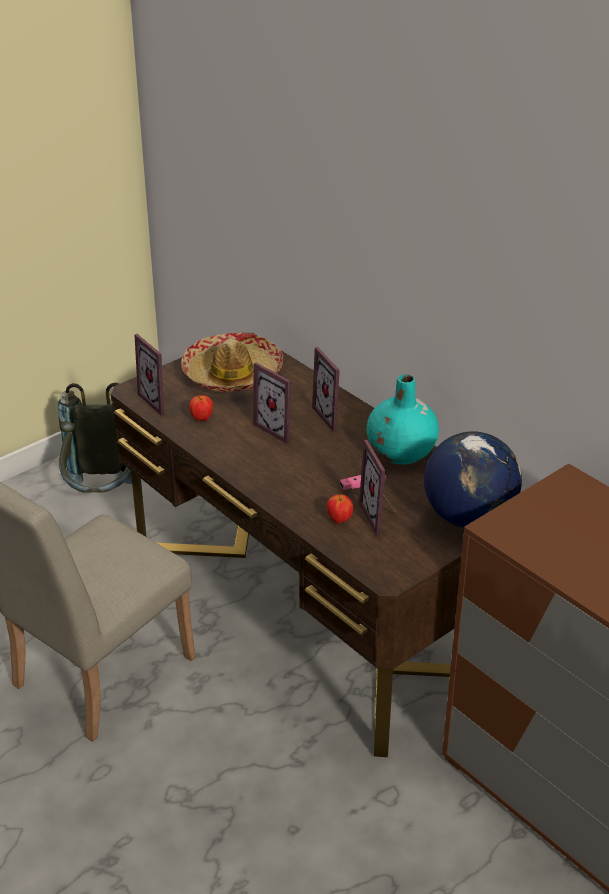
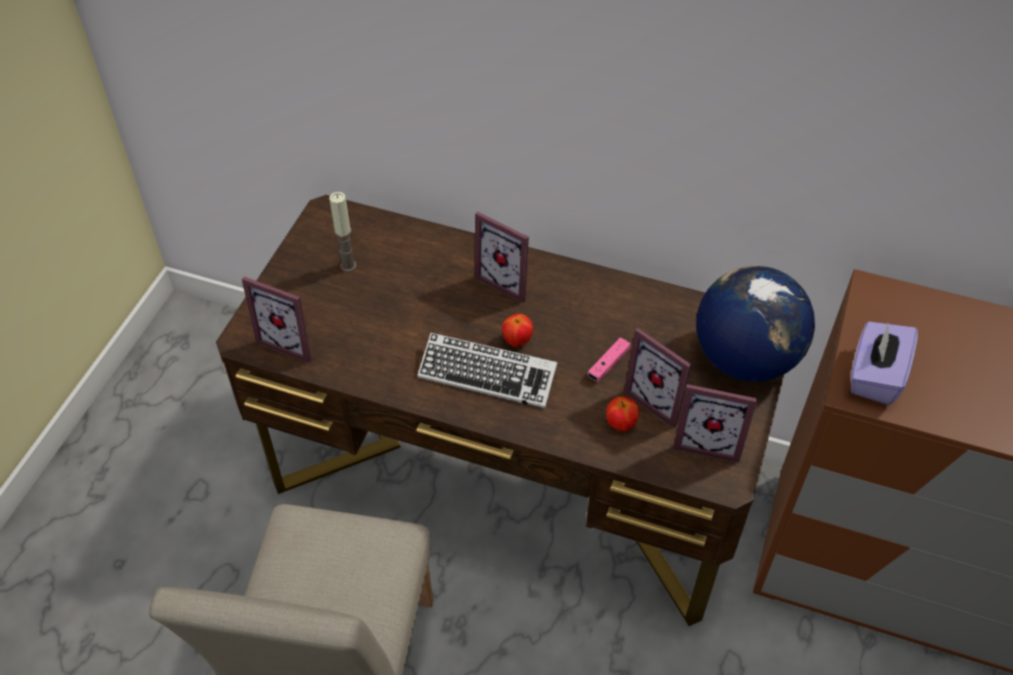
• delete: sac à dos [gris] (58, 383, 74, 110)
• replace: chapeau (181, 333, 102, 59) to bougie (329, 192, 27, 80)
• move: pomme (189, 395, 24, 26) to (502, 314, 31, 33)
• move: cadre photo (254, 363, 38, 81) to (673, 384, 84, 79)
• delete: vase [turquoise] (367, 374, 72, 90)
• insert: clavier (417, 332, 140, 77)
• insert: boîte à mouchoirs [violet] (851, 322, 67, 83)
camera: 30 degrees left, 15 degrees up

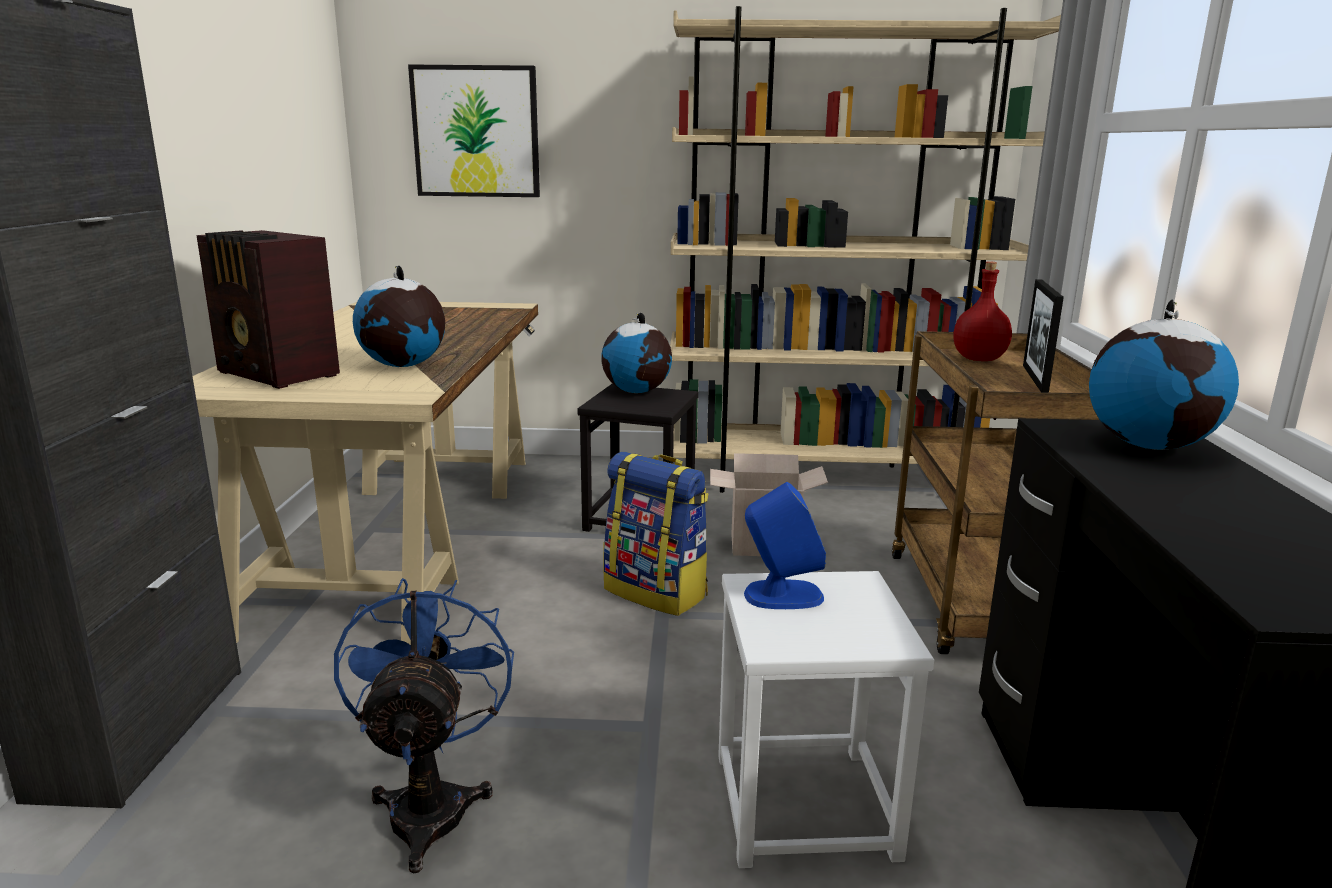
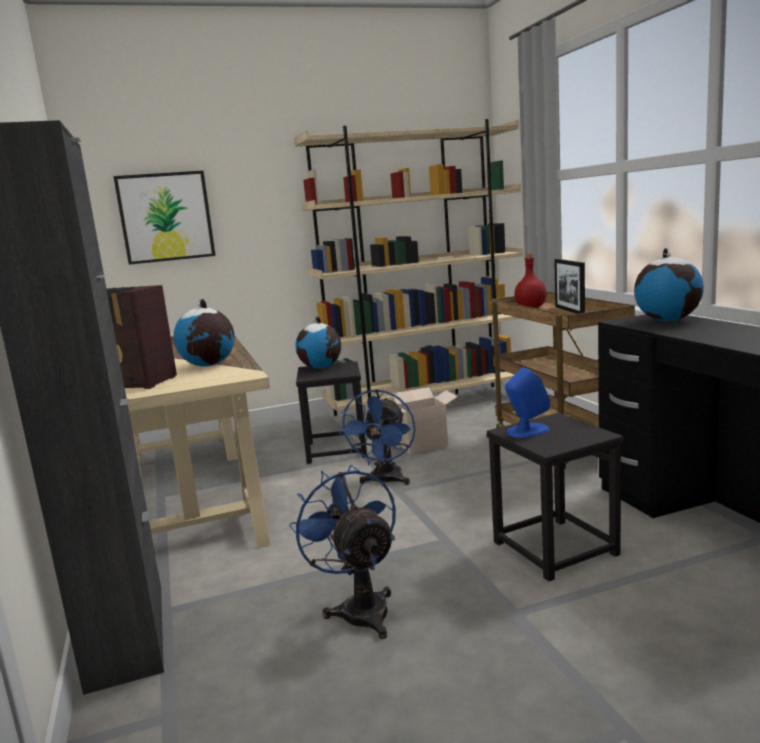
• replace: sac à dos (603, 452, 106, 164) to ventilateur [bleu] (339, 389, 77, 96)
• recolor: tabouret [blanc] (718, 571, 216, 297) to tabouret [noir] (487, 413, 136, 168)
camera: 20 degrees left, 5 degrees down

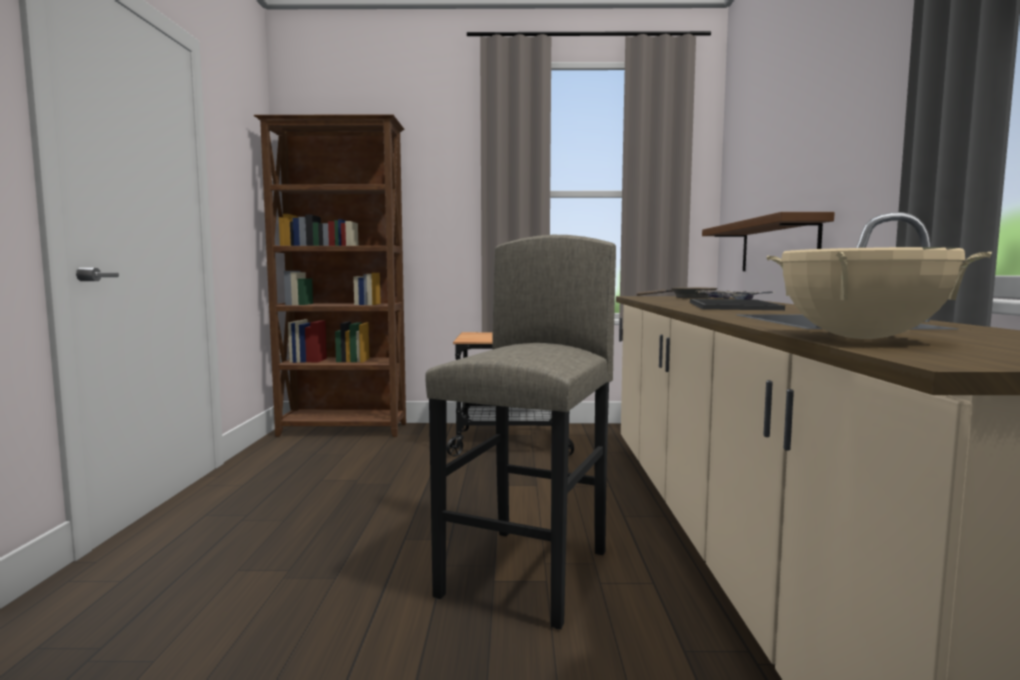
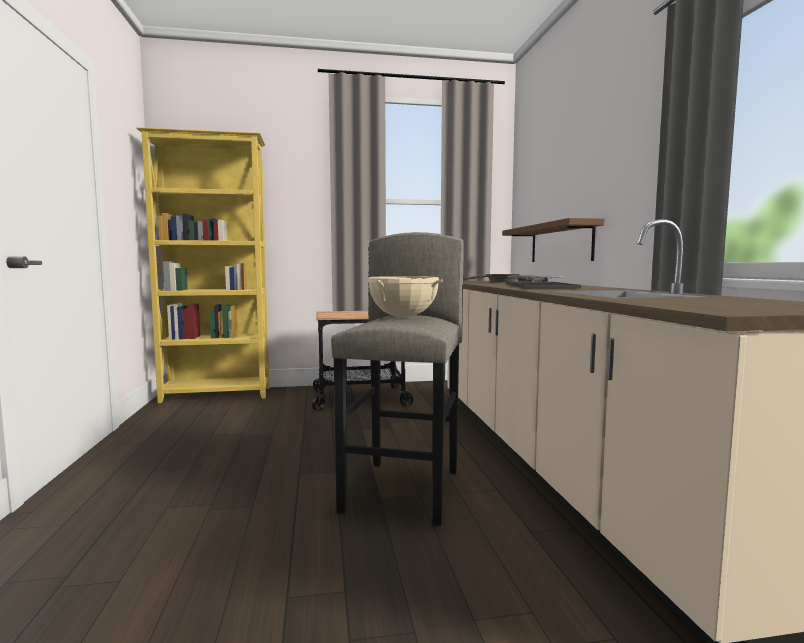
• recolor: bibliothèque [marron] (254, 114, 152, 323) to bibliothèque [jaune] (136, 127, 134, 276)
• move: marmite [beige] (766, 247, 226, 92) to (368, 276, 75, 42)
camera: 10 degrees left, 0 degrees up

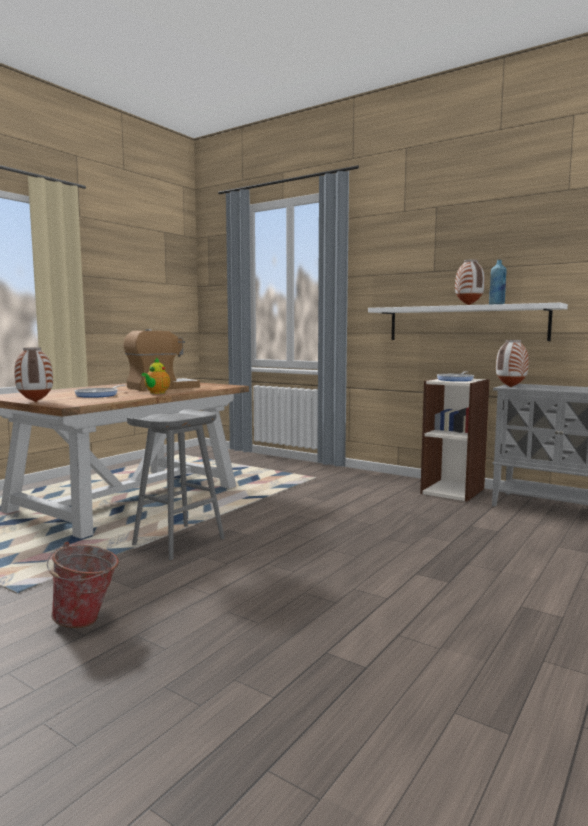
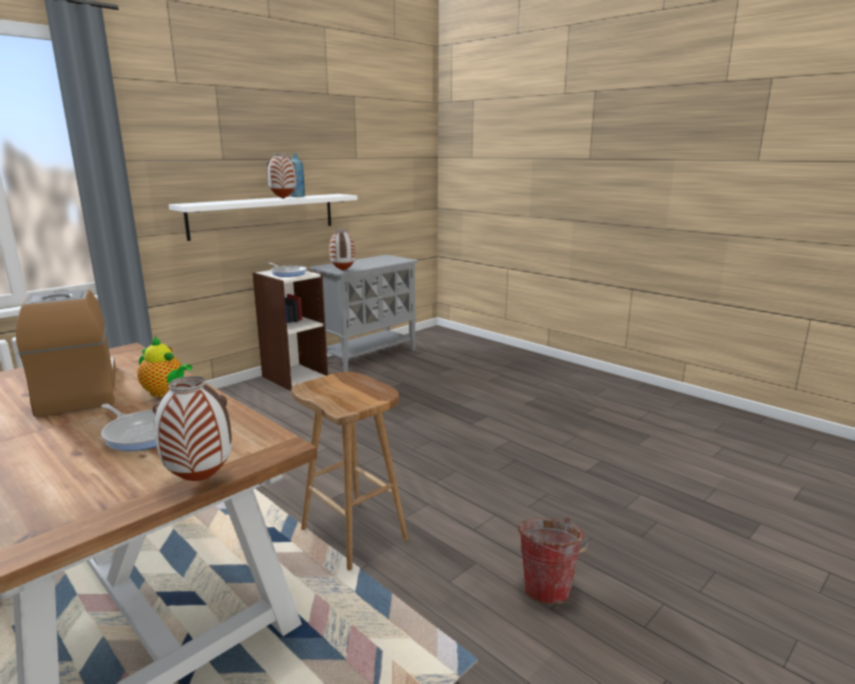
• recolor: tabouret [gris] (127, 409, 98, 151) to tabouret [marron] (292, 372, 116, 199)
camera: 80 degrees left, 10 degrees up

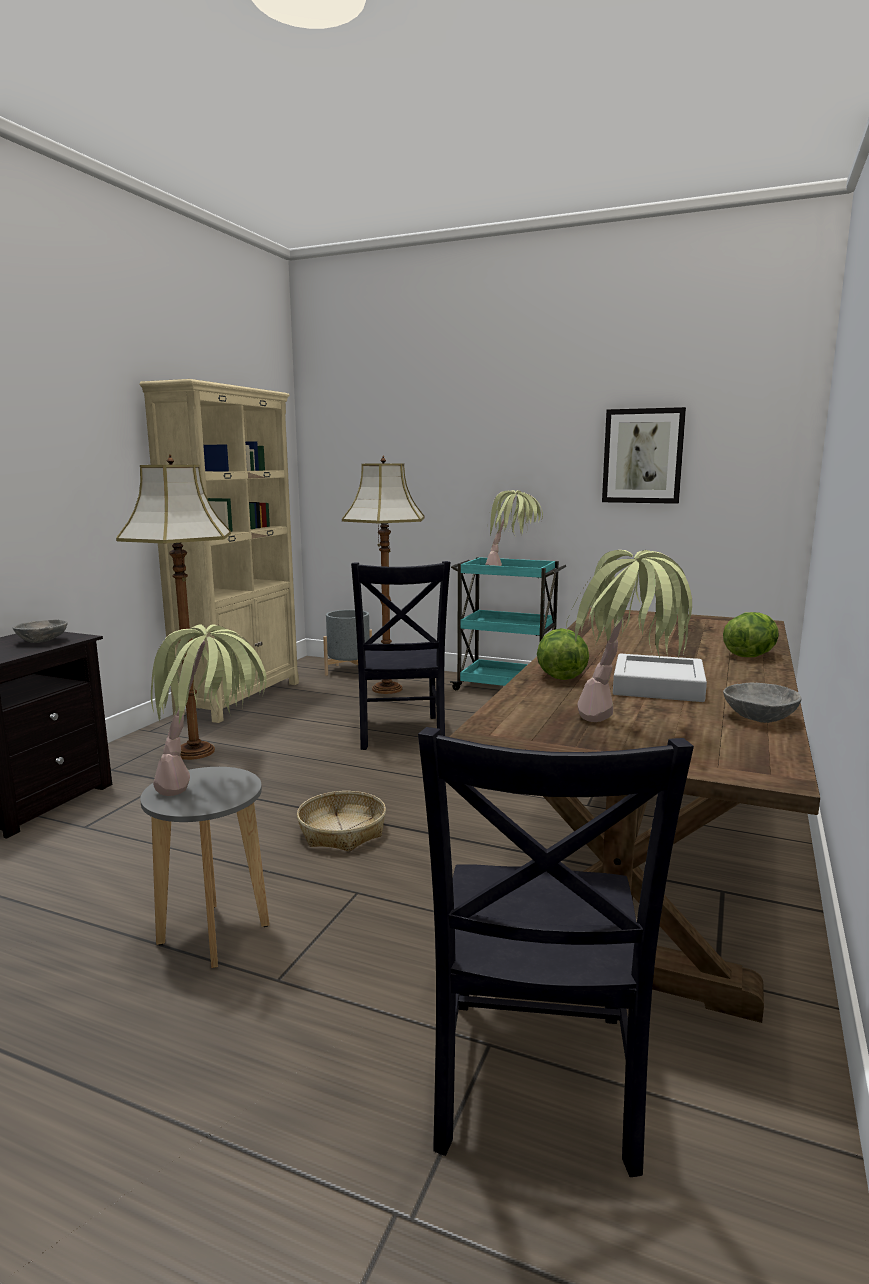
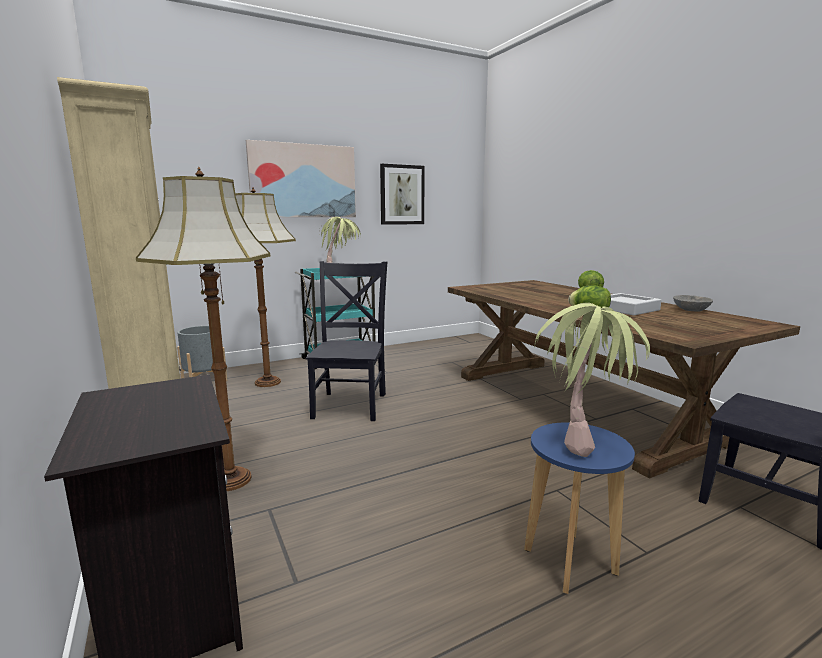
• delete: bol [gris] (13, 620, 55, 23)
• recolor: tabouret [gris] (140, 767, 130, 201) to tabouret [bleu] (524, 422, 111, 172)
• delete: panier (297, 791, 89, 61)
• rotate: chaise [noir] (351, 561, 99, 189) = (306, 261, 81, 160) 120 degrees counterclockwise
• delete: plante en pot (566, 550, 126, 172)
• insert: tableau (246, 140, 110, 77)
camera: 50 degrees left, 0 degrees up

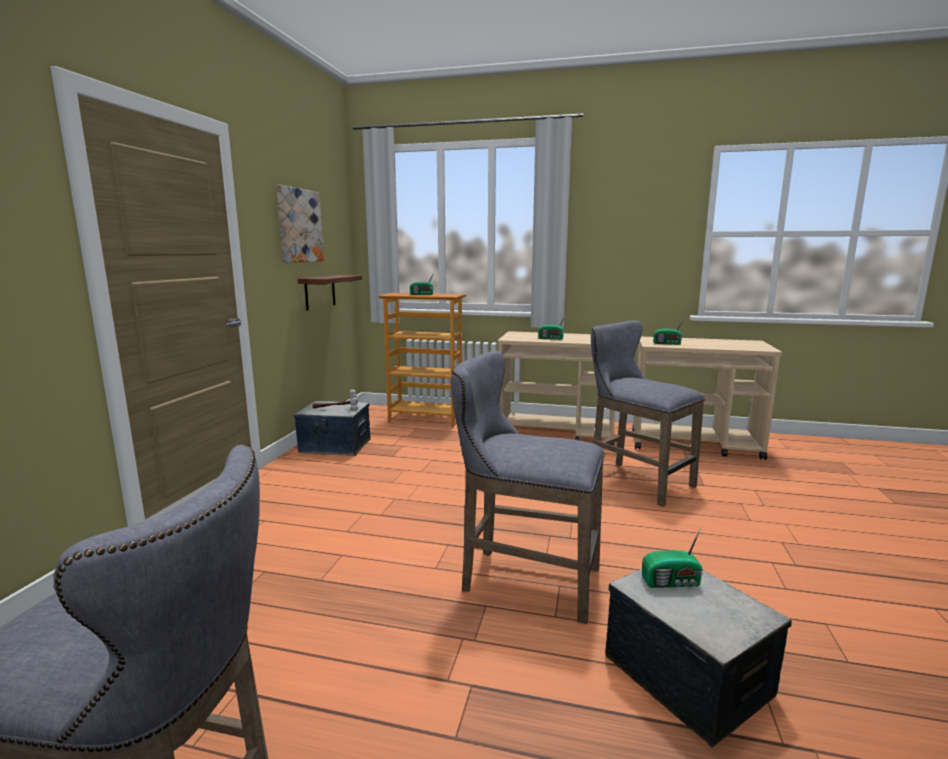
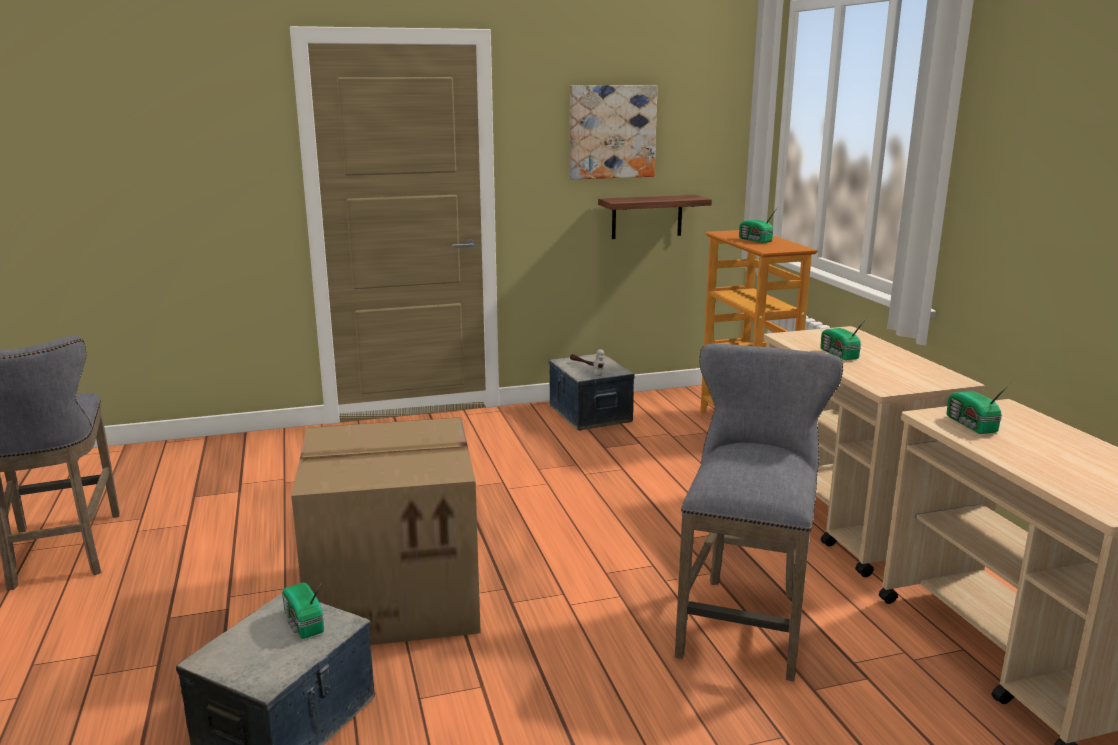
• replace: tabouret [gris] (451, 351, 154, 273) to carton (291, 417, 190, 228)
camera: 60 degrees right, 5 degrees up

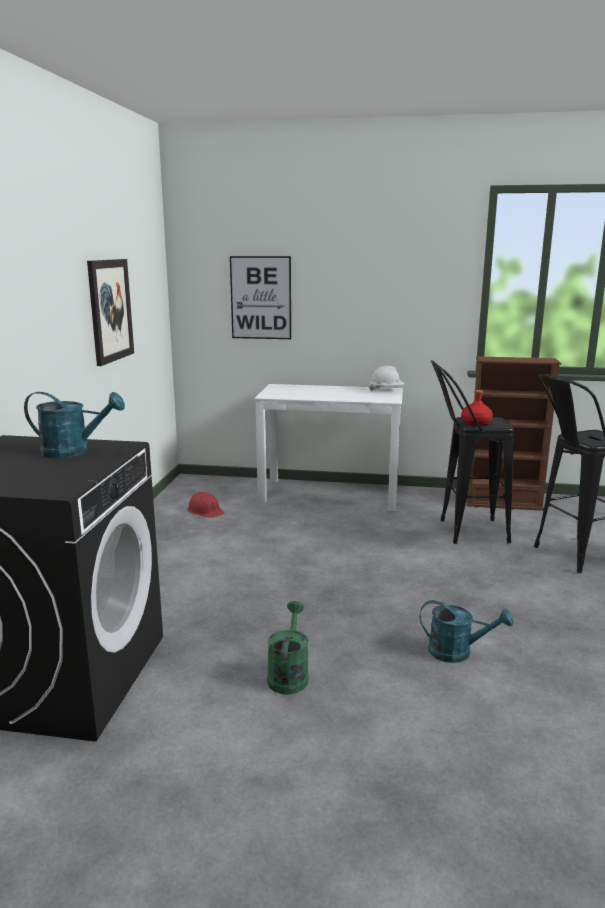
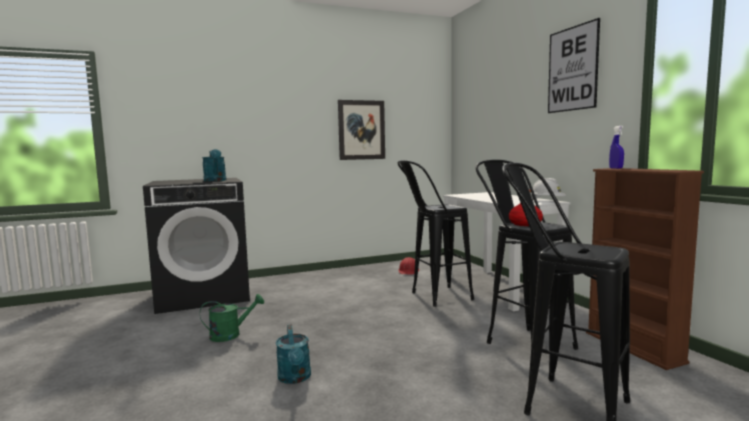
• move: tableau (230, 256, 61, 83) to (548, 18, 52, 95)
• insert: tabouret [noir] (397, 160, 77, 147)
• insert: vaporisateur [bleu] (609, 126, 15, 43)
camera: 60 degrees right, 10 degrees down

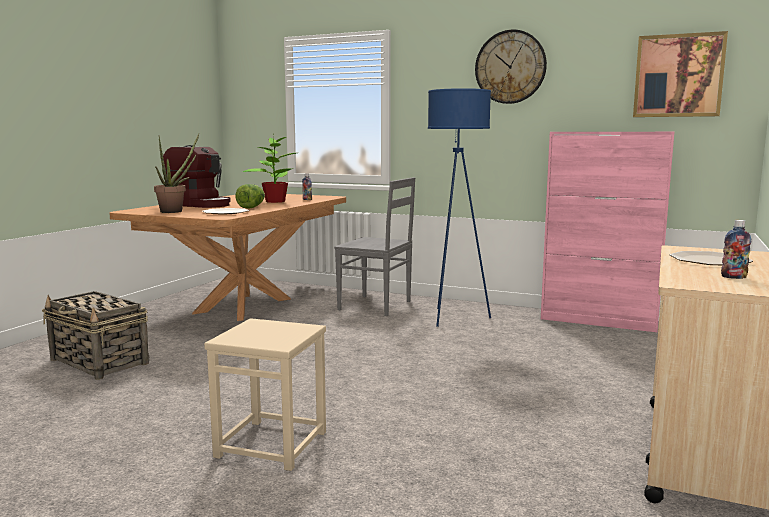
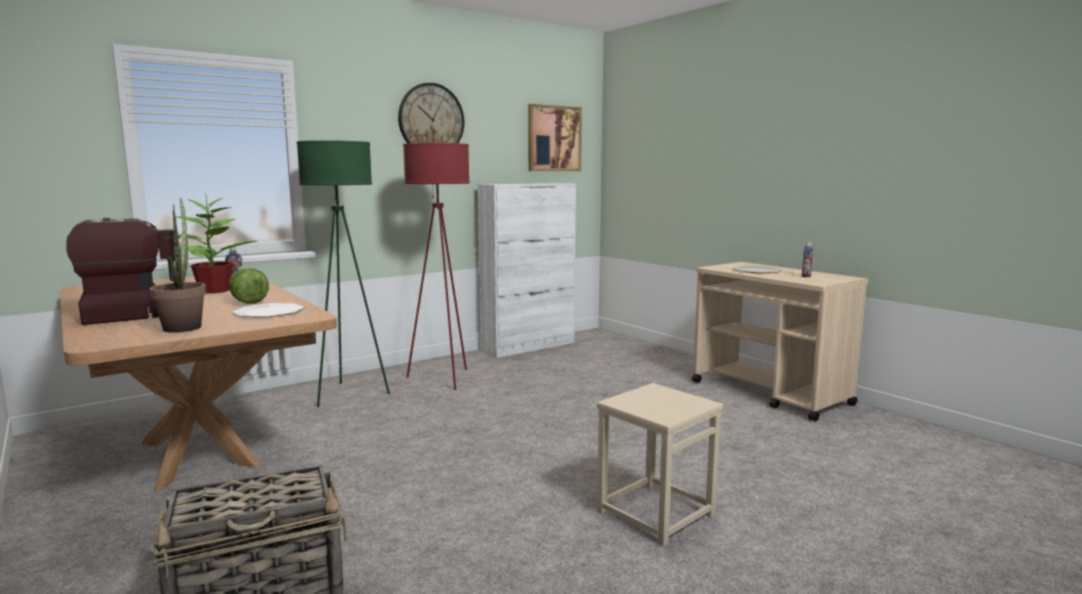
• replace: chaise [gris] (334, 177, 81, 139) to lampadaire [vert] (297, 140, 93, 267)
• recolor: lampadaire [bleu] (428, 88, 63, 239) to lampadaire [rouge] (403, 143, 67, 247)
• recolor: meuble de rangement [rose] (541, 132, 133, 200) to meuble de rangement [blanc] (477, 183, 99, 175)
camera: 60 degrees left, 0 degrees up

